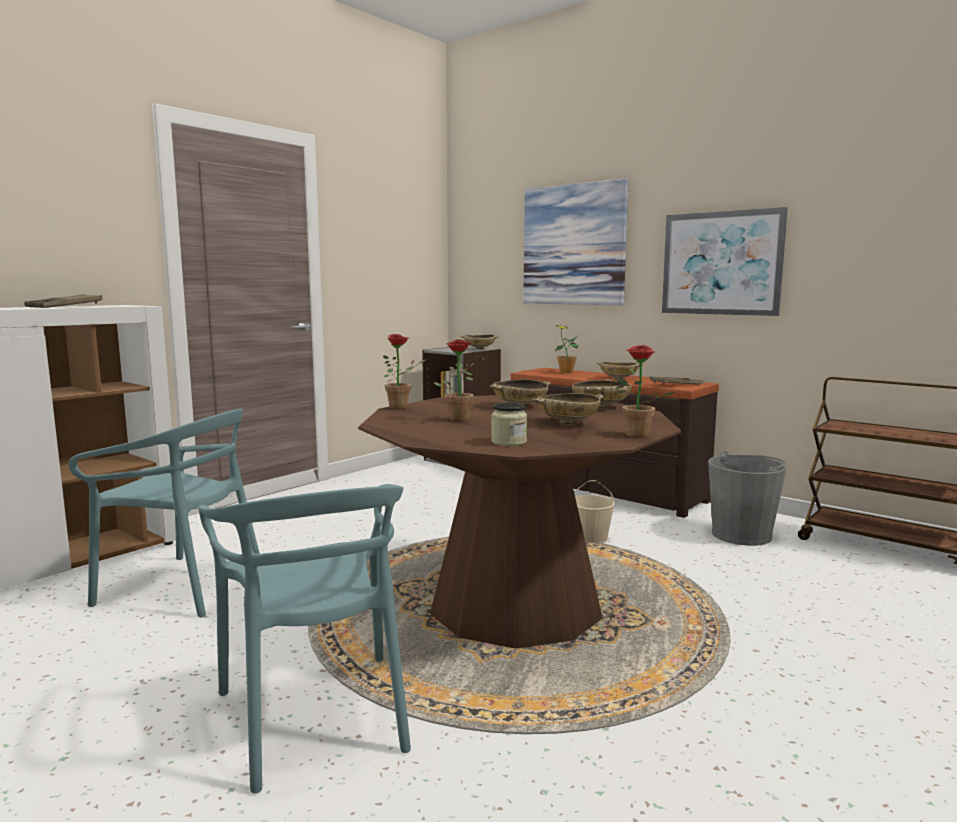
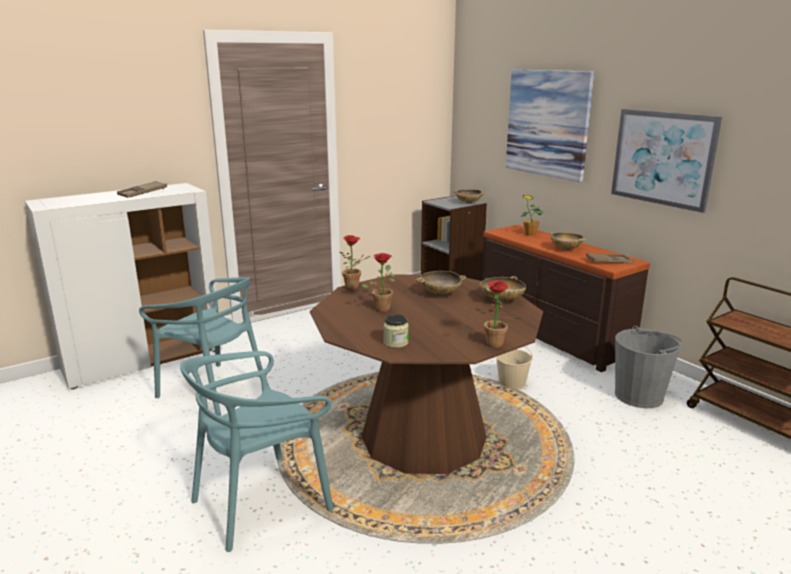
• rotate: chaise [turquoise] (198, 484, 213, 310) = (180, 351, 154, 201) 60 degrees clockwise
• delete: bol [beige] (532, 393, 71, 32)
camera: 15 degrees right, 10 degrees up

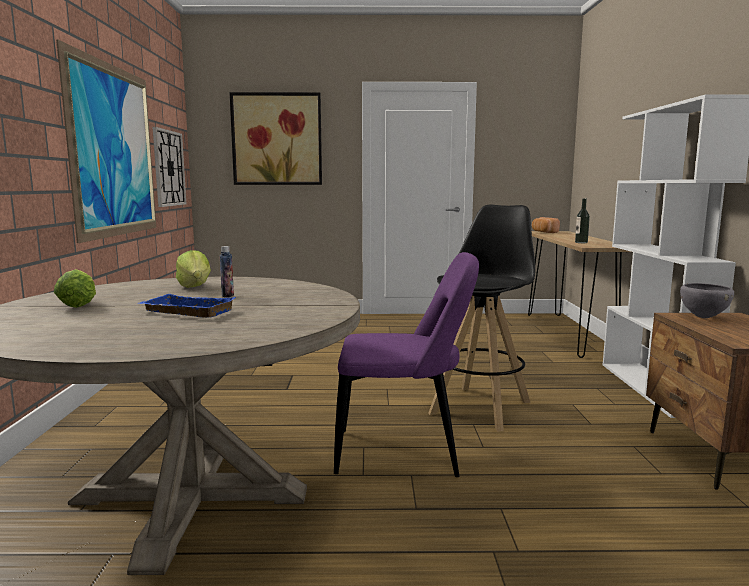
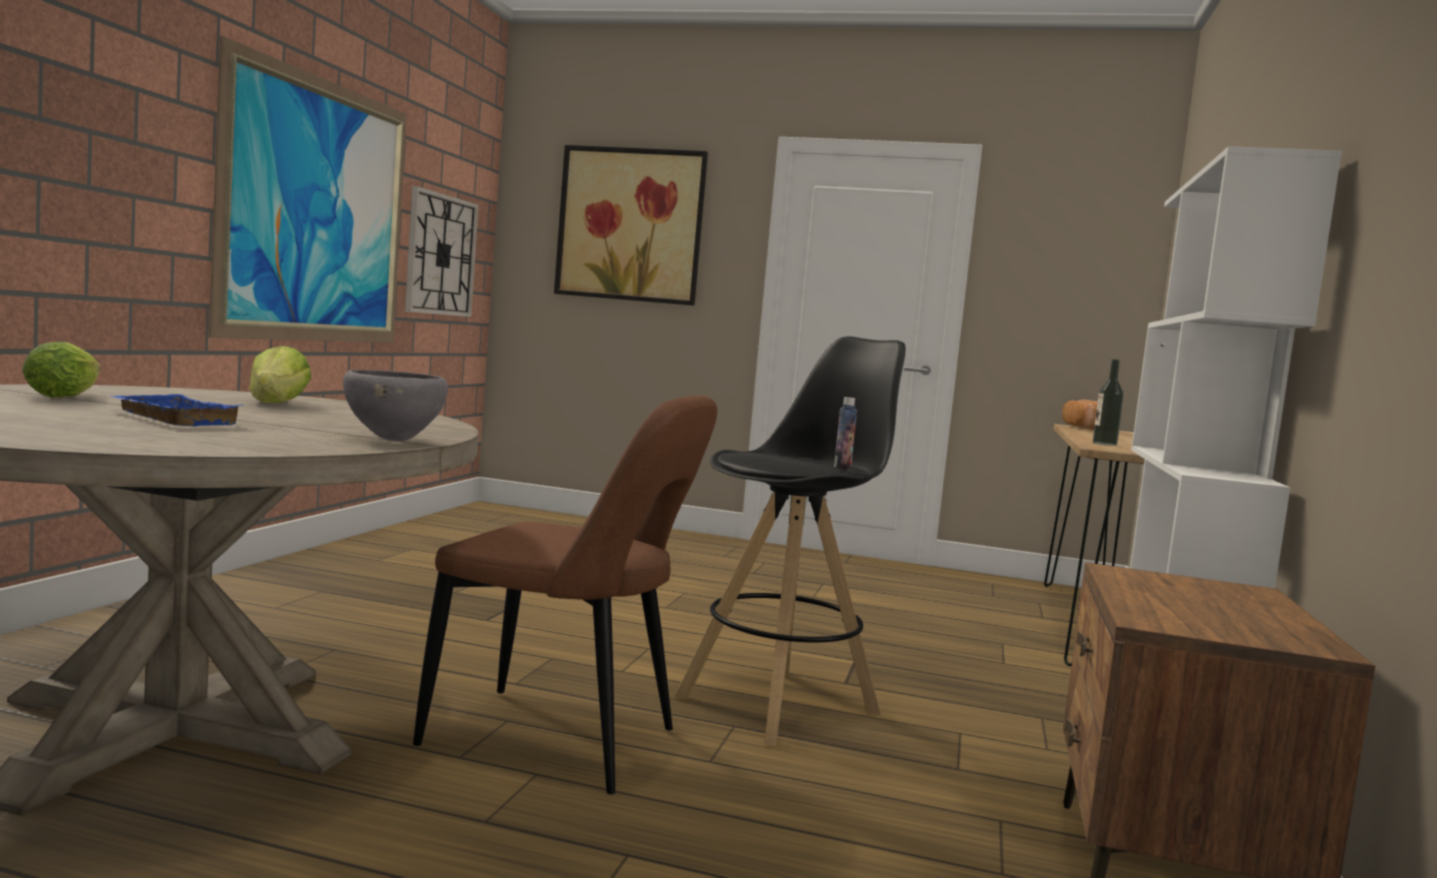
• move: bouteille (220, 246, 14, 52) to (834, 397, 23, 73)
• recolor: chaise [violet] (334, 252, 145, 225) to chaise [marron] (413, 396, 304, 398)
• move: bol [gris] (680, 283, 54, 35) to (343, 370, 105, 71)
camera: 15 degrees right, 5 degrees down

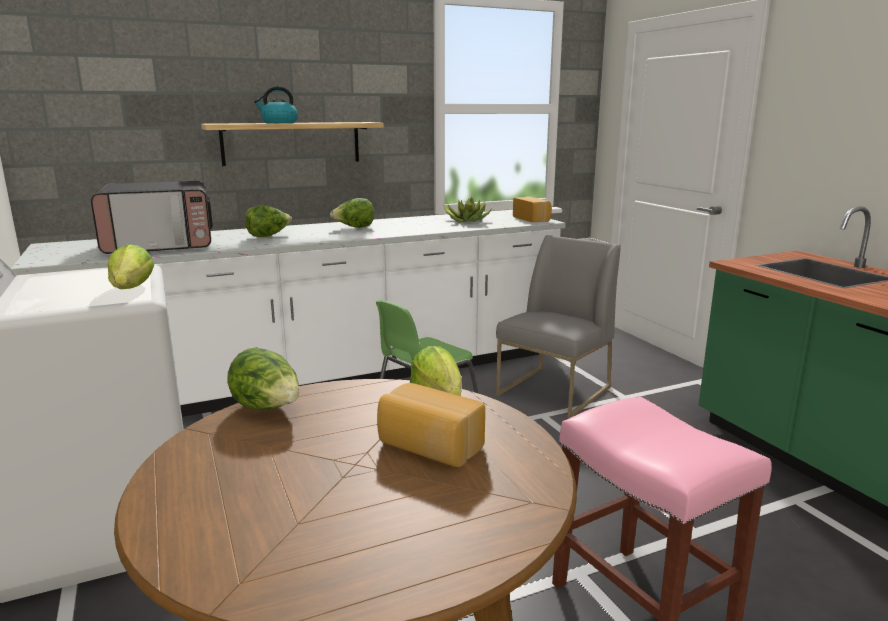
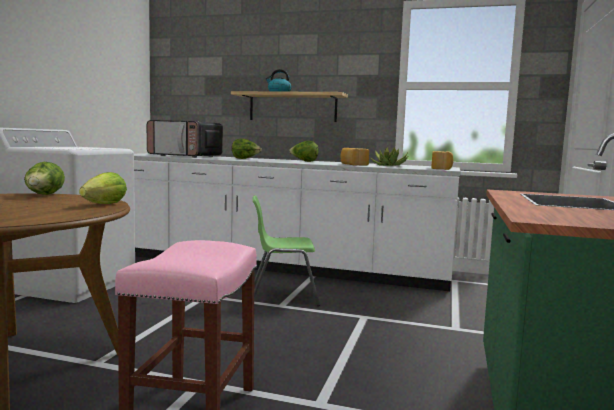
• delete: laitue (108, 244, 46, 45)
• move: pain (377, 383, 108, 84) to (341, 148, 28, 18)
• delete: chaise [gris] (496, 235, 125, 183)
camera: 40 degrees right, 10 degrees down

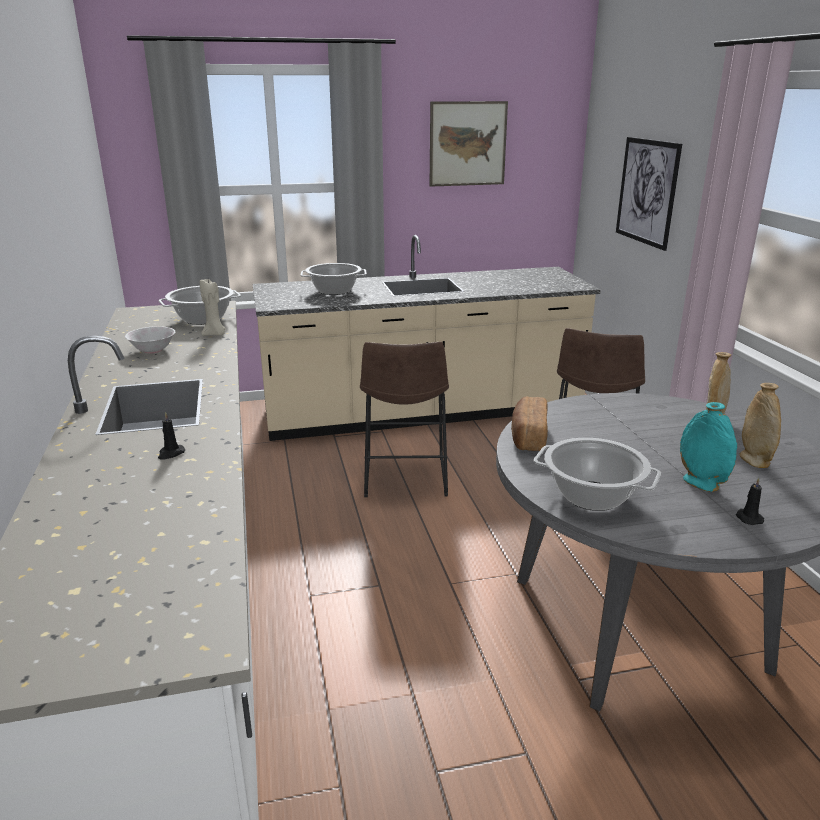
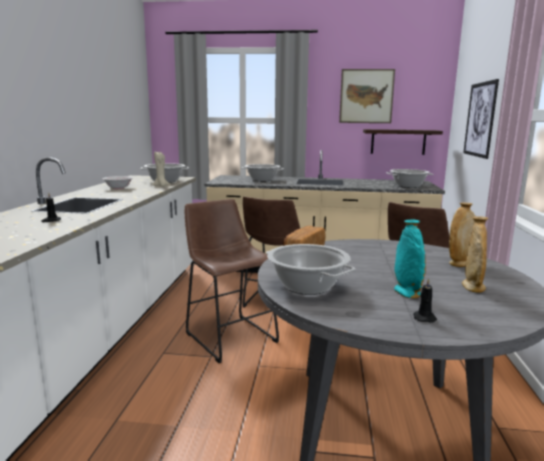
• insert: tabouret [marron] (185, 199, 94, 164)
• insert: étagère (363, 129, 80, 26)
• insert: marmite (386, 169, 47, 19)
camera: 20 degrees right, 10 degrees down

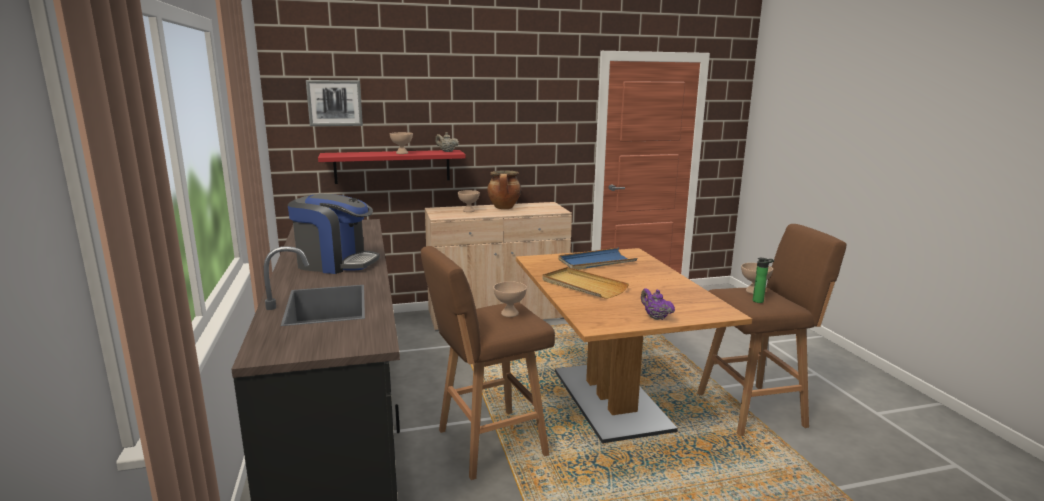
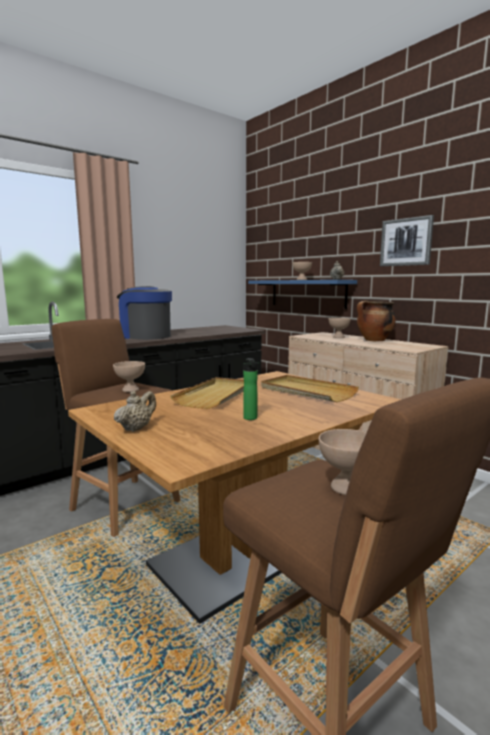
• rotate: machine à café (288, 193, 92, 81) = (117, 286, 55, 54) 135 degrees clockwise
• move: tableau (306, 80, 57, 46) to (380, 215, 54, 51)
• recolor: étagère [rouge] (318, 150, 148, 34) to étagère [bleu] (248, 280, 109, 29)
• recolor: plateau [bleu] (558, 248, 79, 22) to plateau [beige] (261, 375, 98, 27)
• recolor: théière [violet] (641, 288, 34, 32) to théière [beige] (114, 391, 42, 41)
• move: bouteille (753, 258, 21, 45) to (243, 358, 16, 62)
camera: 65 degrees right, 5 degrees down

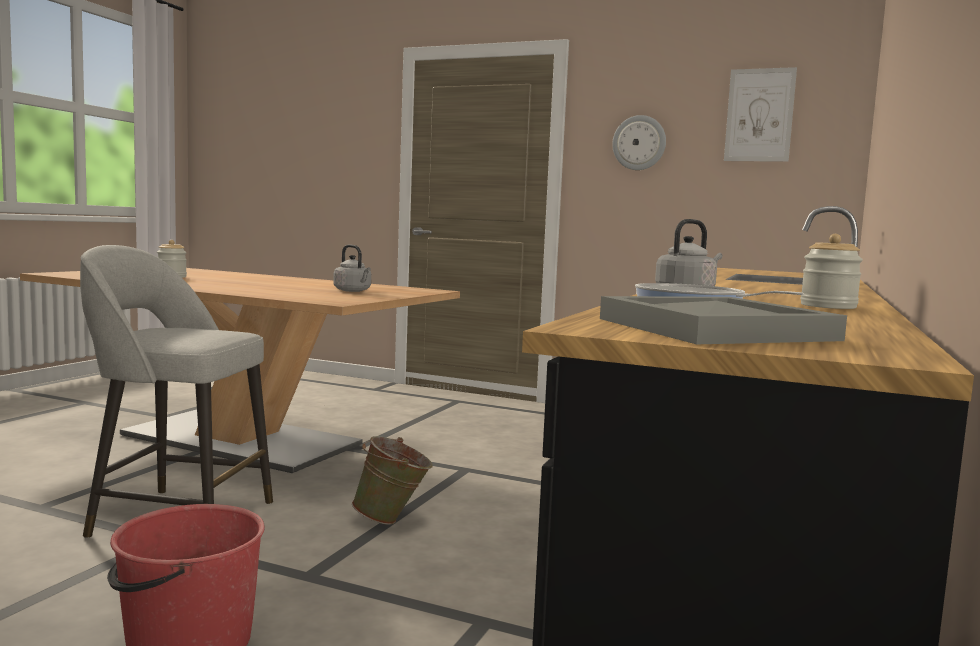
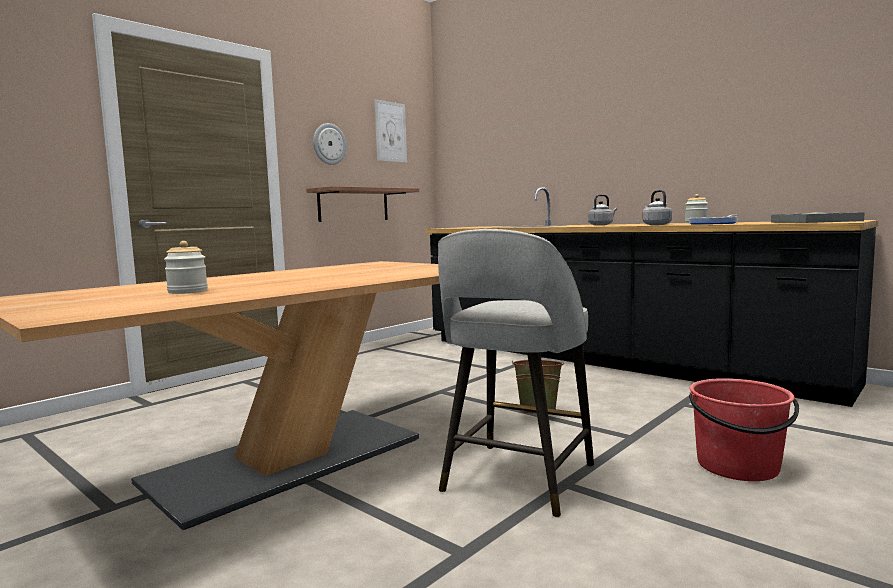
• move: bouilloire [gris] (333, 244, 38, 48) to (588, 194, 29, 31)
• insert: étagère (306, 186, 113, 36)
camera: 70 degrees left, 0 degrees up

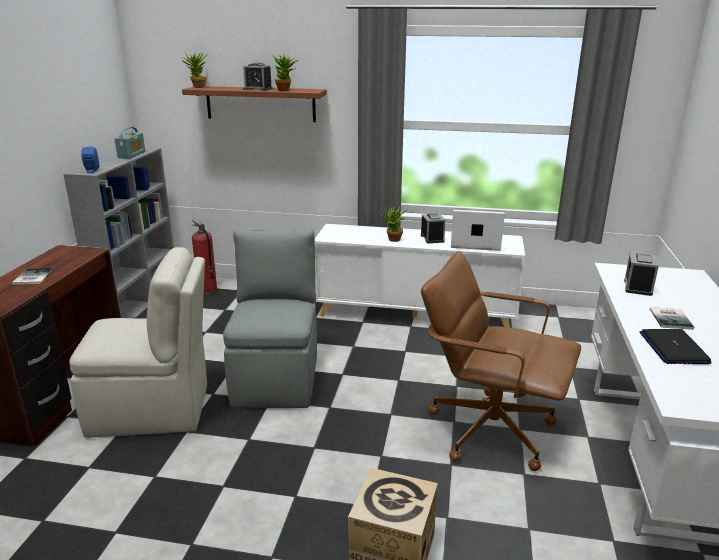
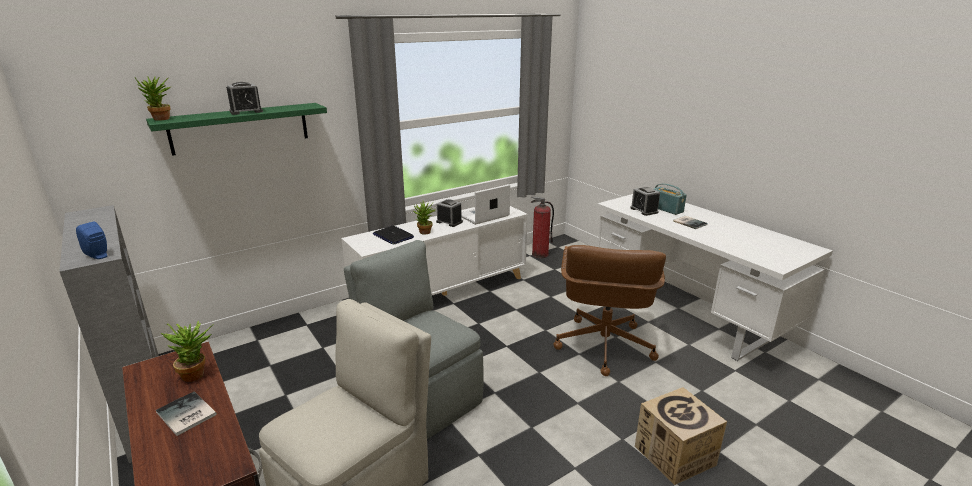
• move: radio (114, 127, 31, 32) to (654, 183, 33, 32)
• recolor: étagère [marron] (182, 86, 145, 36) to étagère [vert] (146, 103, 181, 53)
• move: extincteur (191, 218, 26, 76) to (531, 196, 23, 62)
• move: plante en pot (273, 54, 26, 37) to (161, 321, 53, 61)
• rotate: chaise de bureau [marron] (421, 251, 160, 220) = (553, 245, 113, 131) 60 degrees counterclockwise
• move: ordinateur portable (639, 329, 72, 35) to (373, 226, 41, 19)
camera: 45 degrees left, 0 degrees up

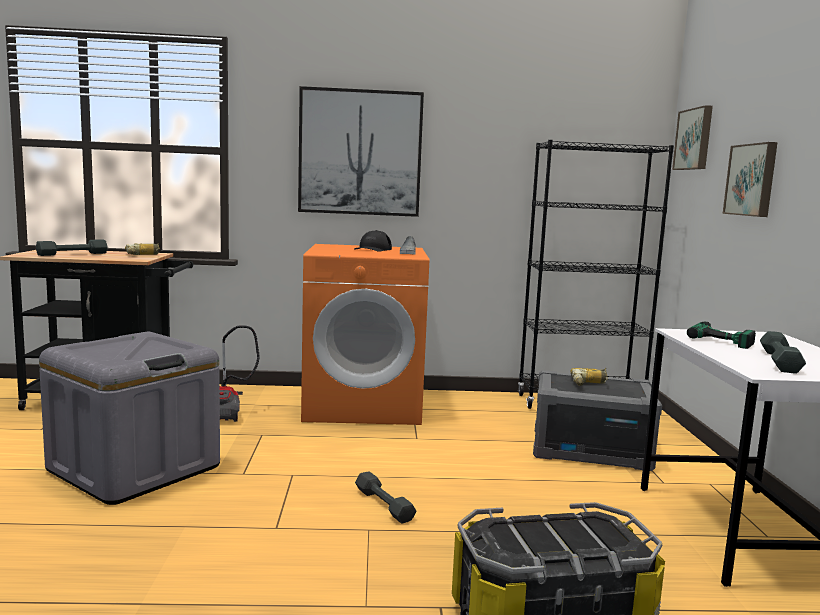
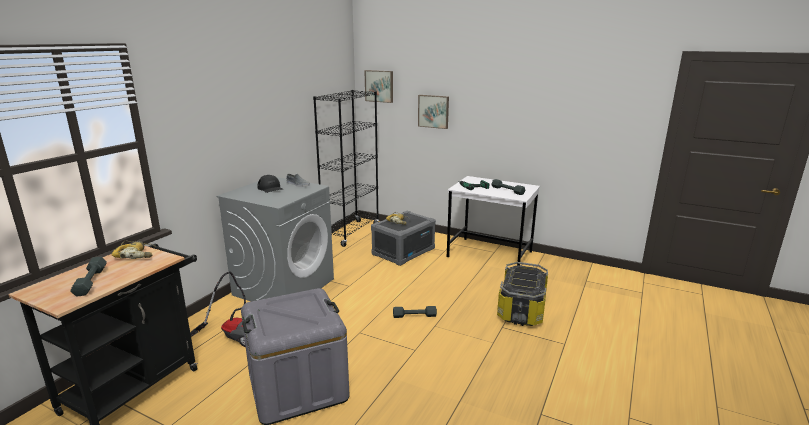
• delete: tableau (298, 86, 126, 131)
• recolor: lave-linge [orange] (301, 244, 128, 181) to lave-linge [gris] (216, 177, 118, 124)
camera: 60 degrees left, 10 degrees up

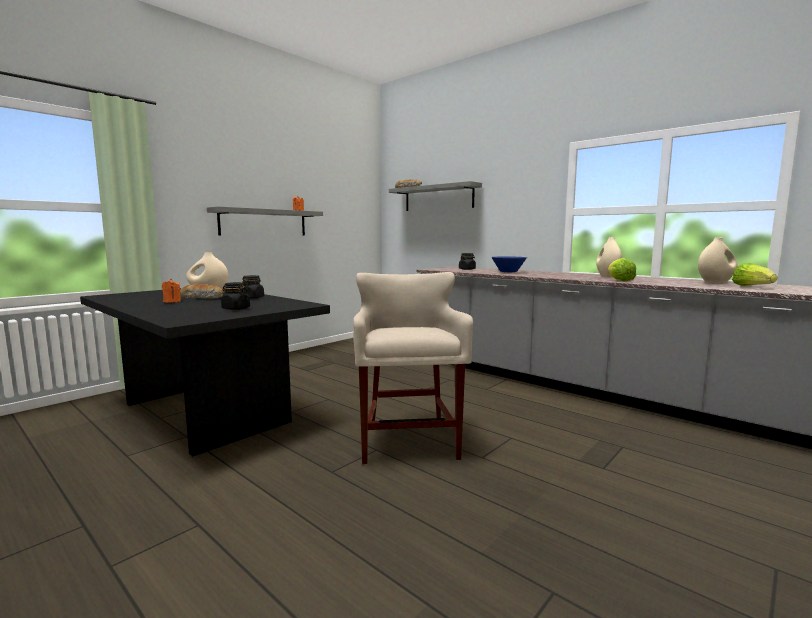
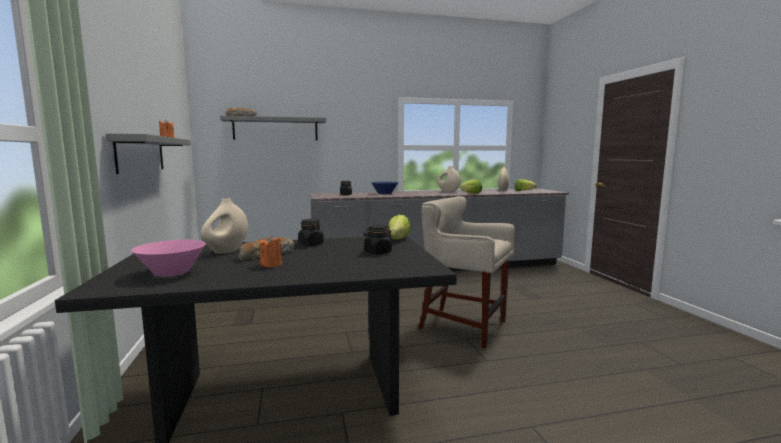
• insert: bol [rose] (131, 240, 75, 36)
• insert: laitue (388, 214, 23, 25)
camera: 55 degrees left, 0 degrees up

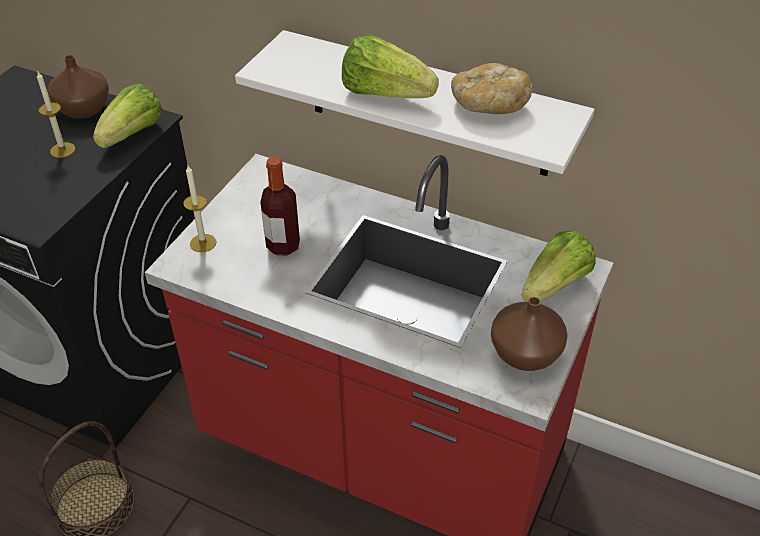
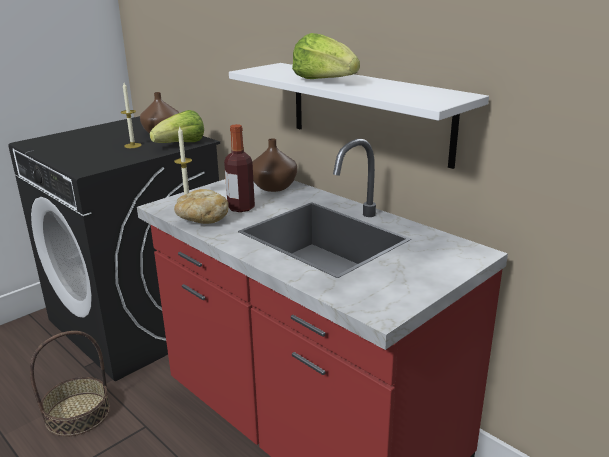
• move: pain (451, 63, 81, 51) to (174, 189, 55, 35)
• move: vase [marron] (491, 297, 76, 74) to (252, 138, 45, 54)
• delete: laitue (522, 230, 74, 72)
camera: 20 degrees right, 20 degrees down

